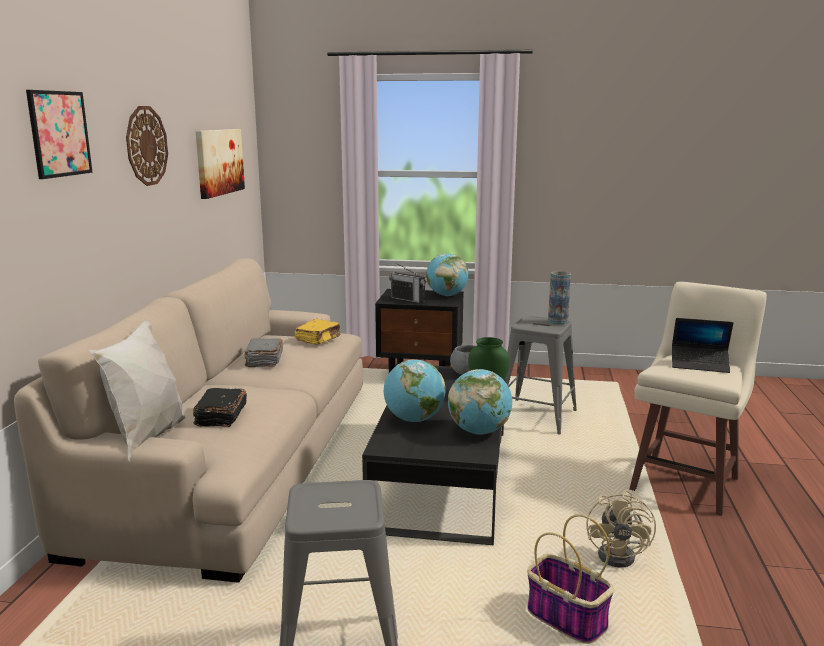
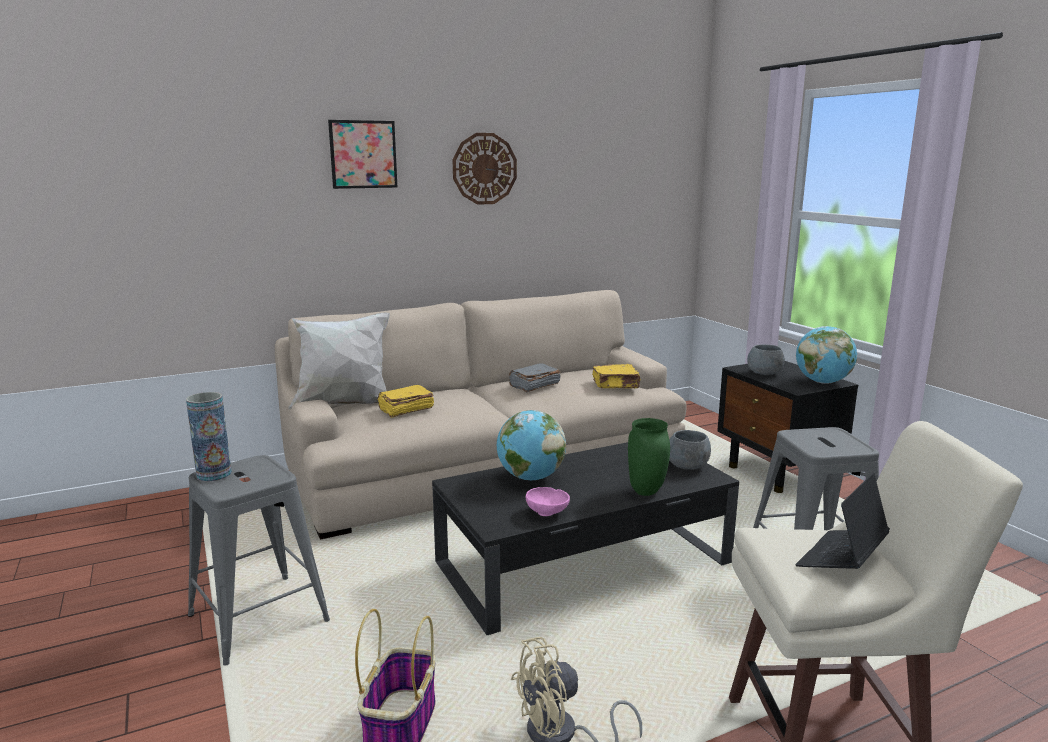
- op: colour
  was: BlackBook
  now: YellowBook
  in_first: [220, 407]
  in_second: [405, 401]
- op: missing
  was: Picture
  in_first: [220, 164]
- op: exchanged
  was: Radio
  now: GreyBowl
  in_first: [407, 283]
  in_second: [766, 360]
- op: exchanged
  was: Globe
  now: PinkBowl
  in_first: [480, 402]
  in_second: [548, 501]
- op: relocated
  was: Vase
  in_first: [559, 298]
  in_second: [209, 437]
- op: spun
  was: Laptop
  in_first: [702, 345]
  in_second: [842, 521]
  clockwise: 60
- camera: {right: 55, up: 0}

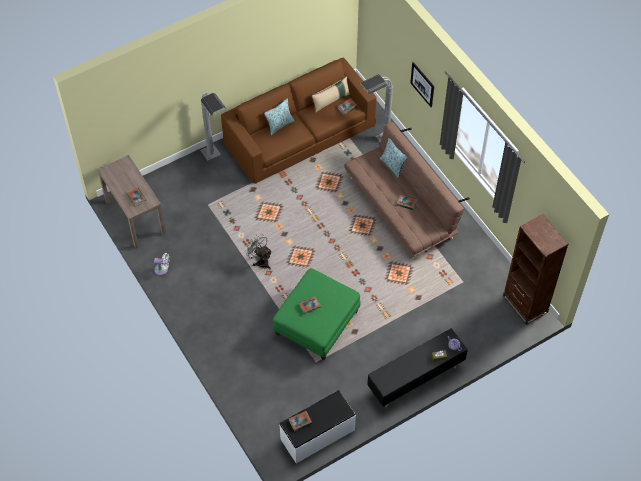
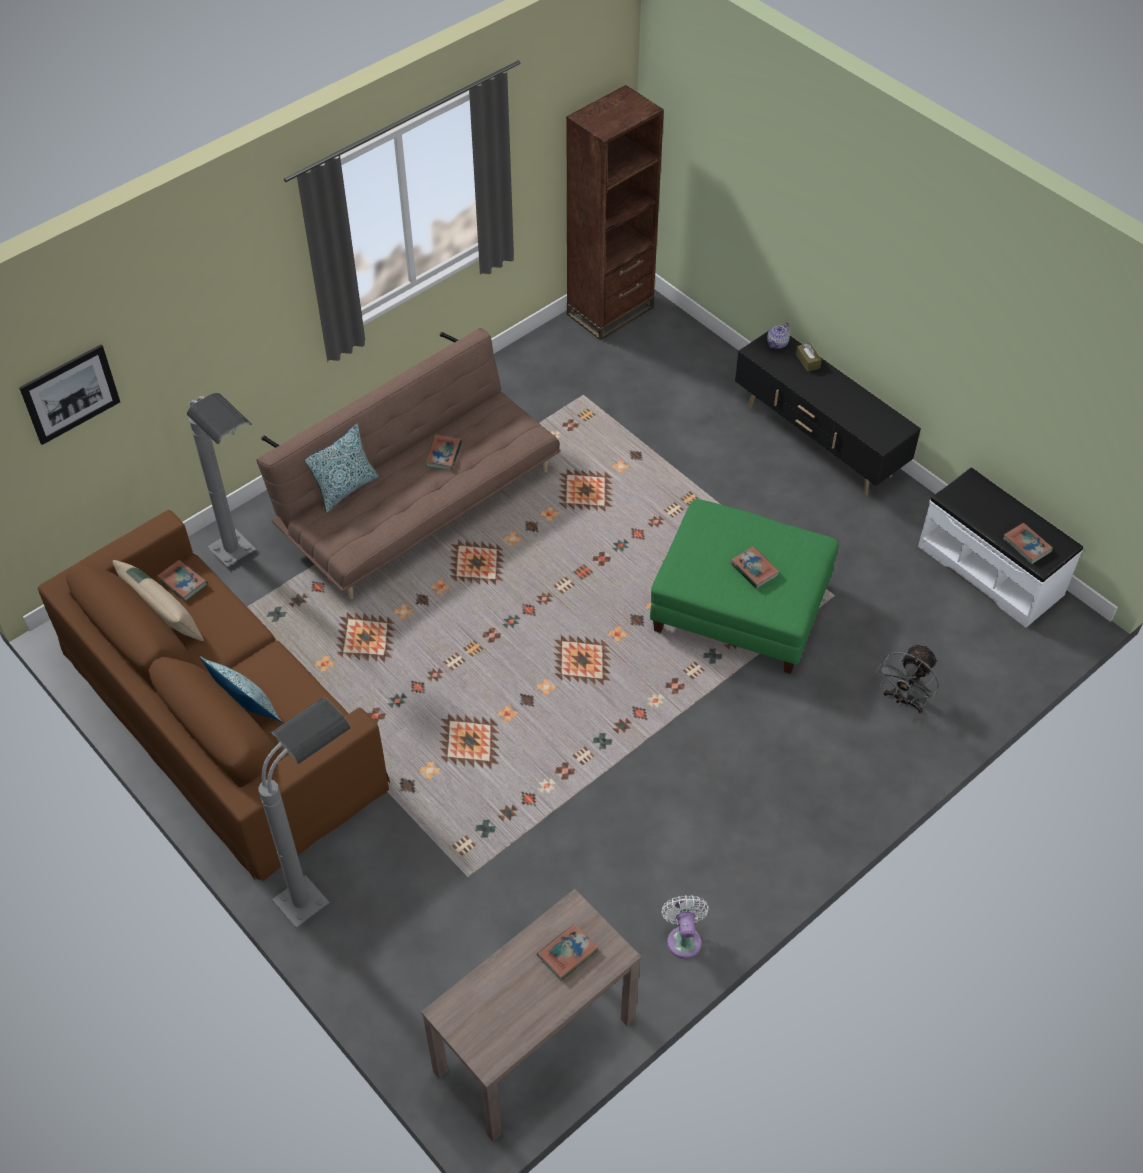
- op: relocated
  was: GreyFan
  in_first: [258, 251]
  in_second: [907, 679]
- op: relocated
  was: Picture
  in_first: [422, 84]
  in_second: [69, 394]
- camera: {right: -100, up: -5}

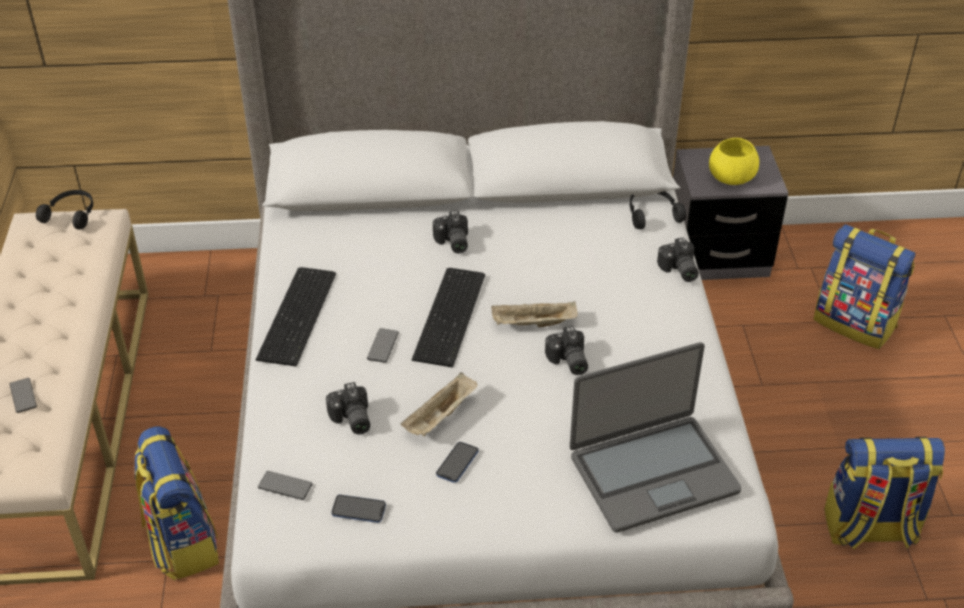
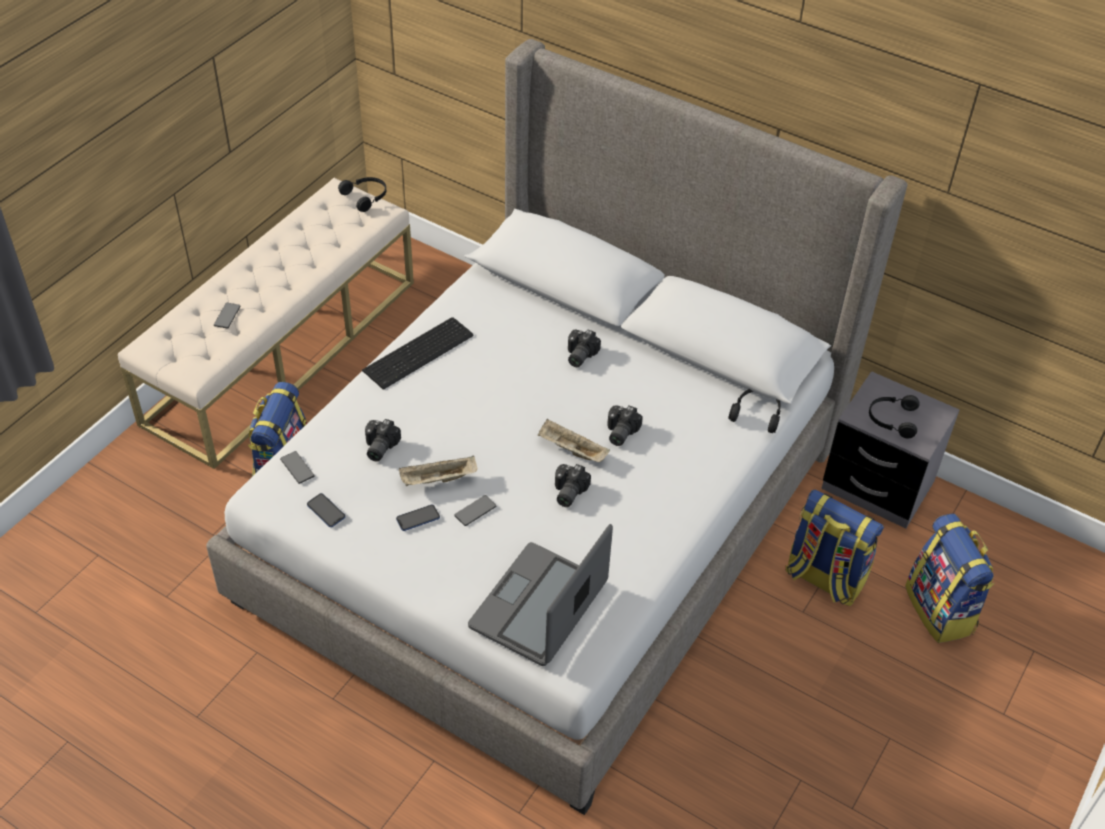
- op: relocated
  was: Phone
  in_first: [383, 345]
  in_second: [475, 510]
- op: missing
  was: Keyboard
  in_first: [448, 318]
- op: spun
  was: Laptop
  in_first: [656, 437]
  in_second: [540, 595]
  clockwise: 105
- op: relocated
  was: PhotoCamera
  in_first: [678, 259]
  in_second: [625, 425]
- op: exchanged
  was: YellowBowl
  now: BlackHeadphones
  in_first: [734, 161]
  in_second: [894, 416]
- op: relocated
  was: Backpack
  in_first: [884, 493]
  in_second: [835, 548]
- camera: {right: 35, up: 5}

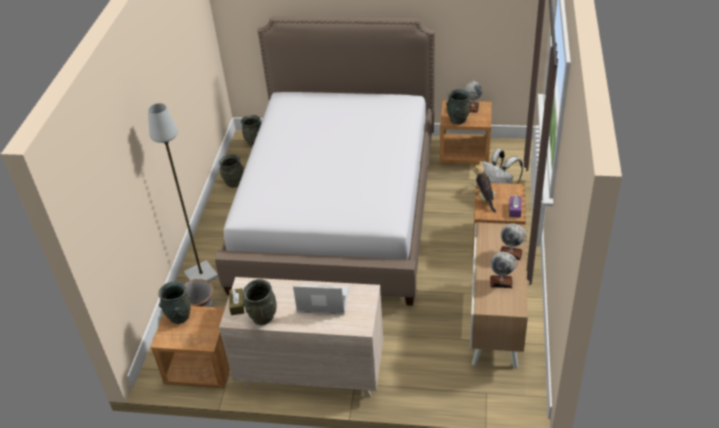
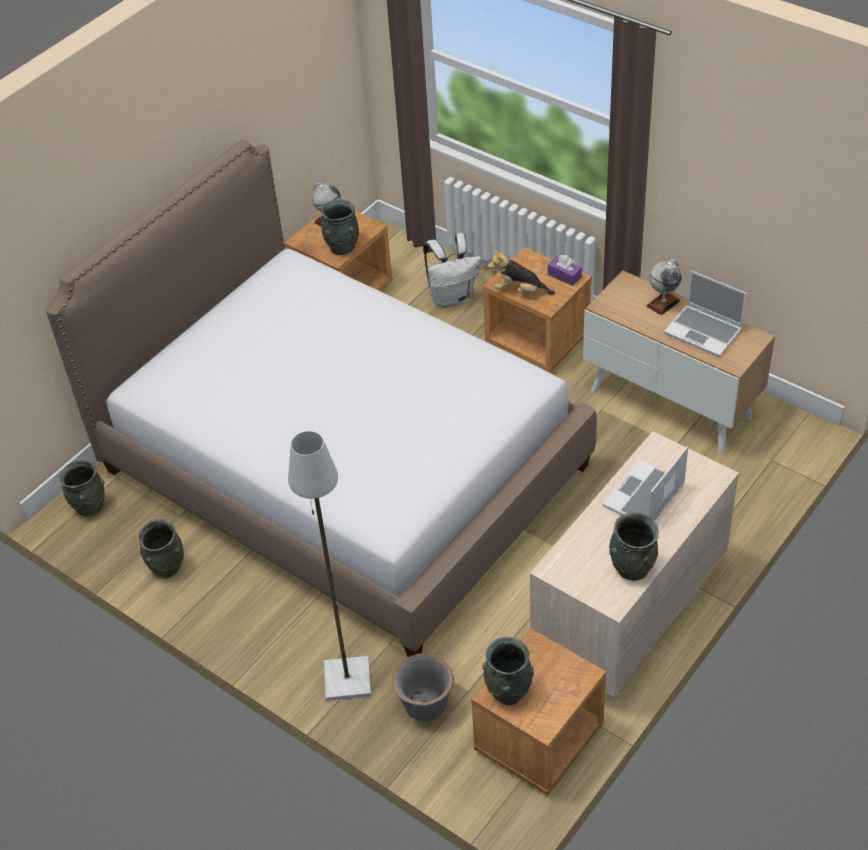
- op: missing
  was: BrownTissueBox
  in_first: [236, 301]
- op: exchanged
  was: Globe
  now: Laptop
  in_first: [503, 270]
  in_second: [705, 313]
- camera: {right: -60, up: 5}

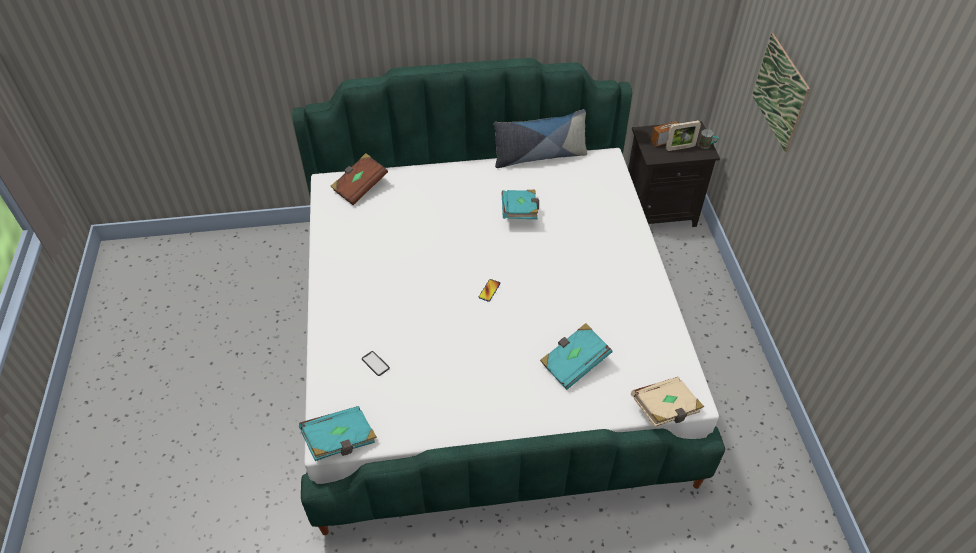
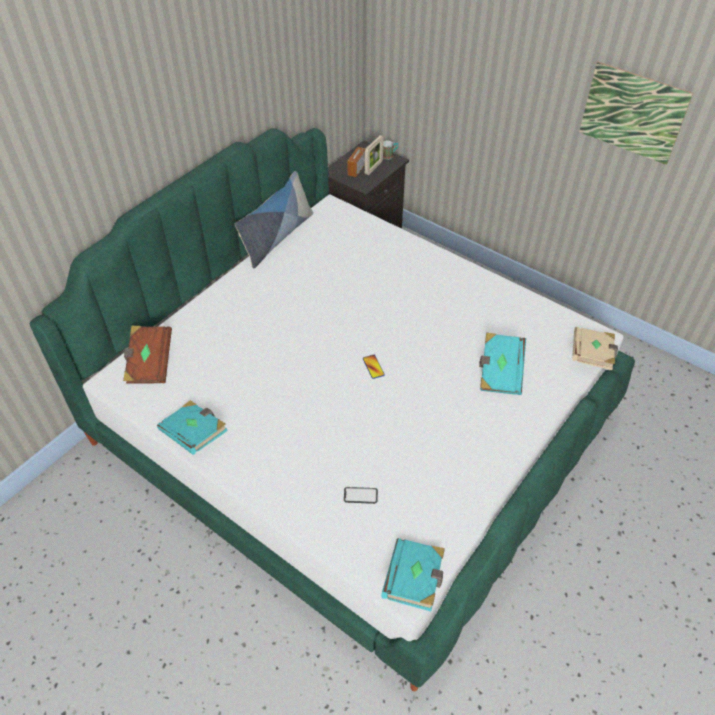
- op: relocated
  was: TurquoiseBook
  in_first: [520, 204]
  in_second: [192, 427]
- op: relocated
  was: Picture
  in_first: [781, 92]
  in_second: [636, 113]
- camera: {right: -45, up: 0}

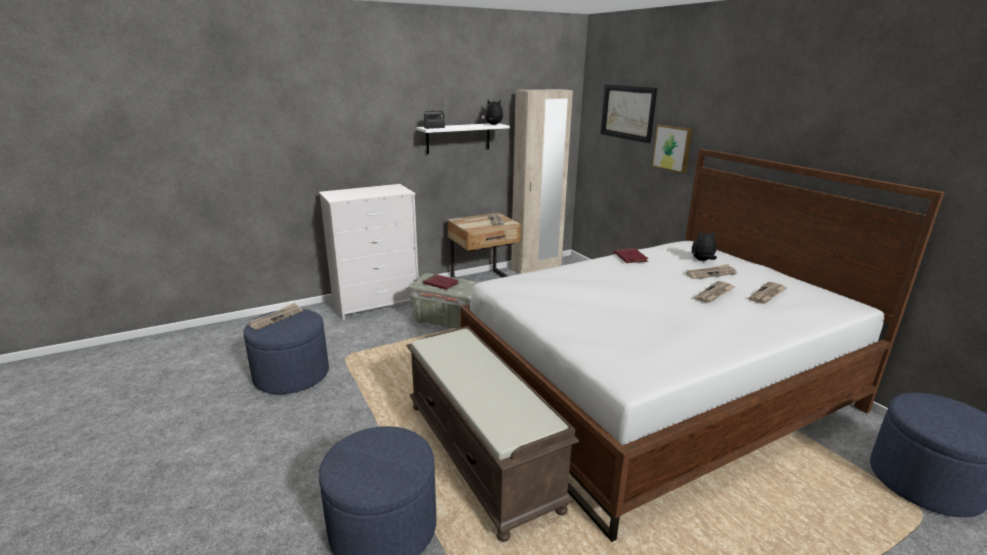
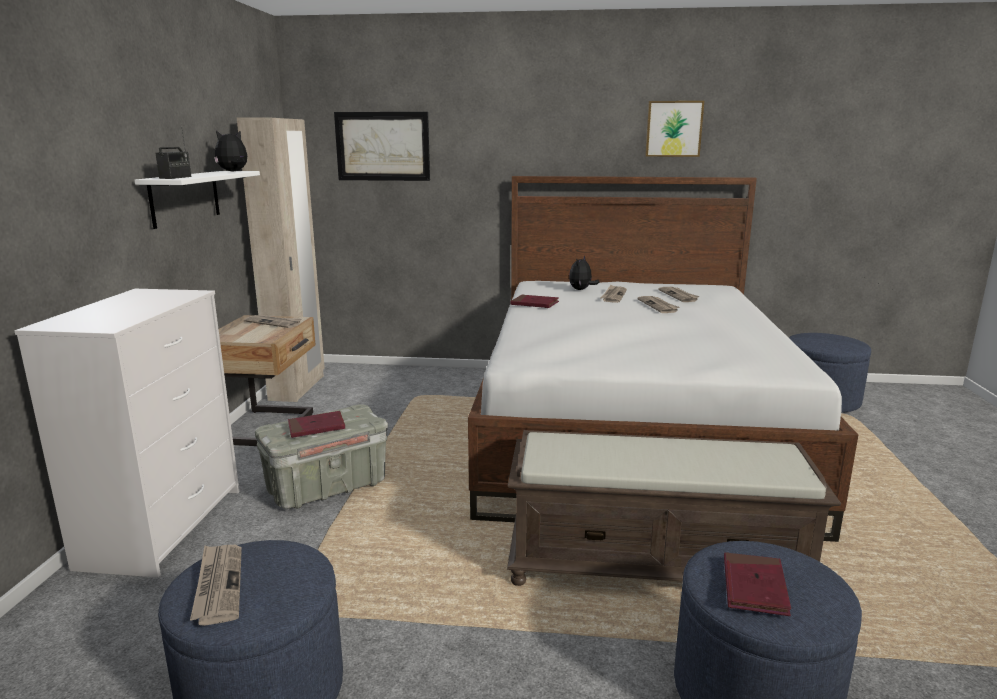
- op: relocated
  was: Picture
  in_first: [672, 149]
  in_second: [674, 129]
- op: appeared
  now: RedBook
  in_second: [757, 584]
- camera: {right: -55, up: -5}

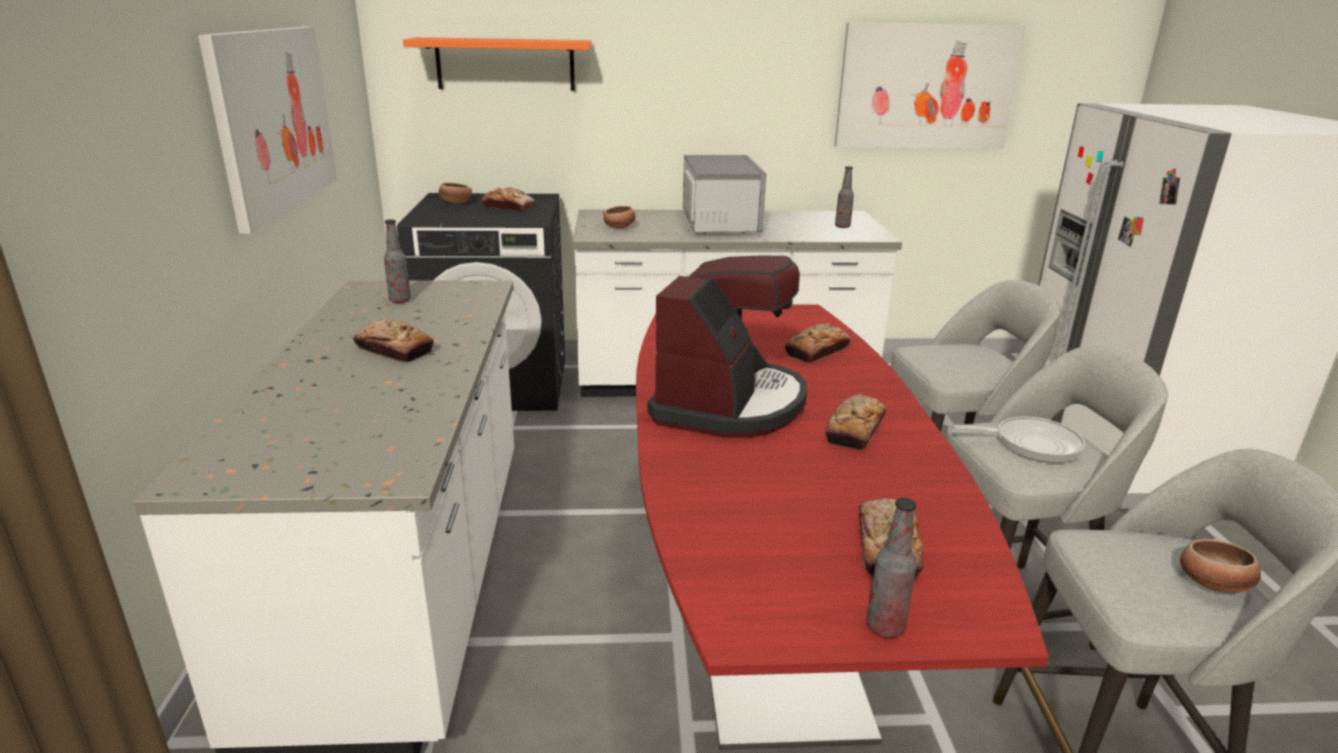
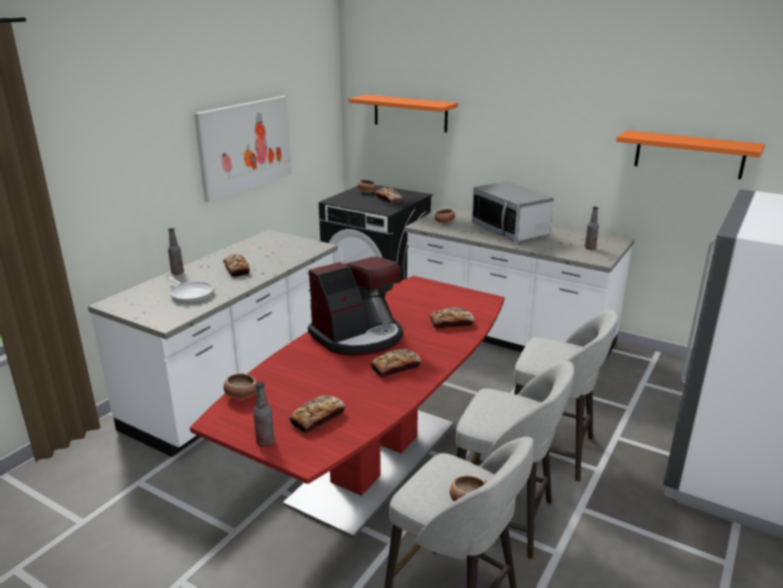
- op: relocated
  was: Bottle
  in_first: [397, 261]
  in_second: [176, 251]
- op: spun
  was: Microwave
  in_first: [725, 194]
  in_second: [513, 211]
  clockwise: 120
- op: exchanged
  was: Picture
  now: OrangeShelf
  in_first: [930, 85]
  in_second: [690, 154]
- op: relocated
  was: FryingPan
  in_first: [1019, 439]
  in_second: [190, 290]
- op: appeared
  now: Bowl
  in_second: [240, 386]
- camera: {right: 35, up: 0}

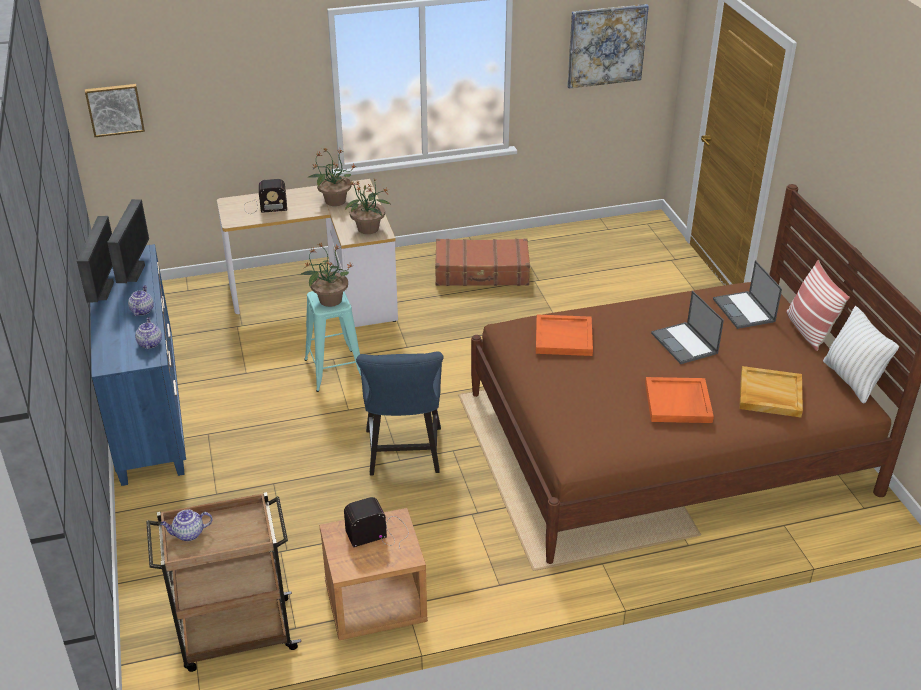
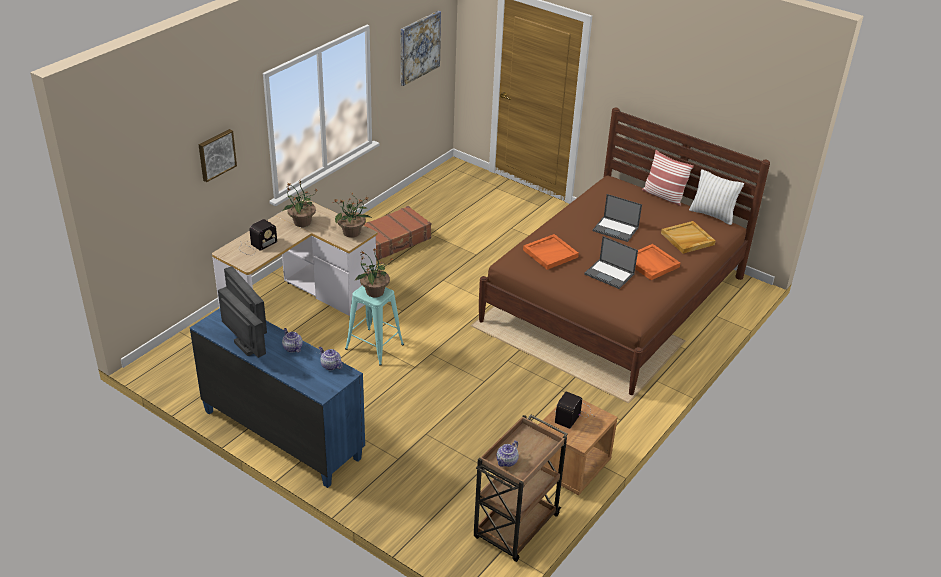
- op: relocated
  was: Picture
  in_first: [115, 110]
  in_second: [218, 155]
- op: missing
  was: BlueChair
  in_first: [400, 413]
- op: relocated
  was: Laptop
  in_first: [747, 294]
  in_second: [611, 262]
- camera: {right: -40, up: 0}

